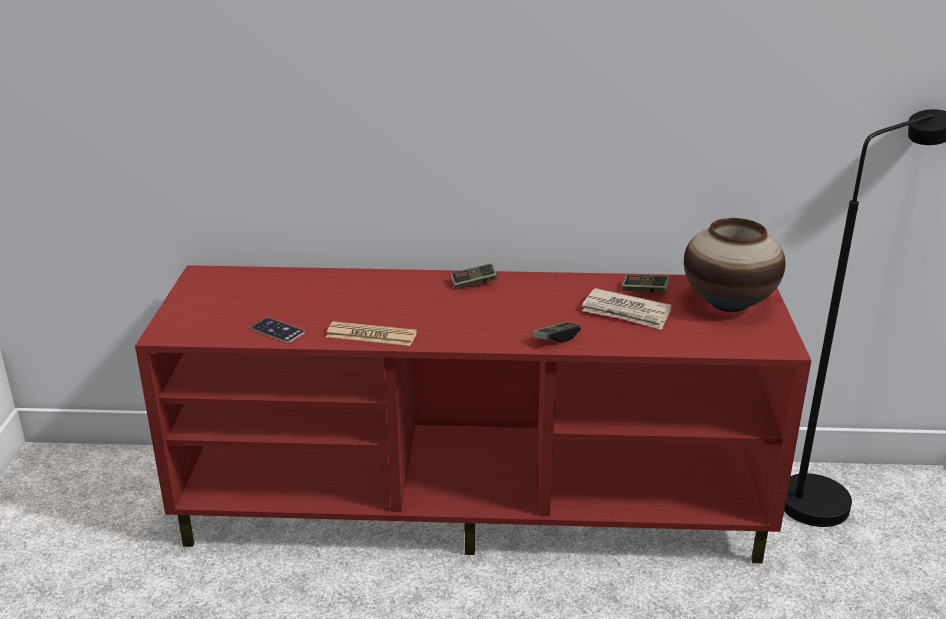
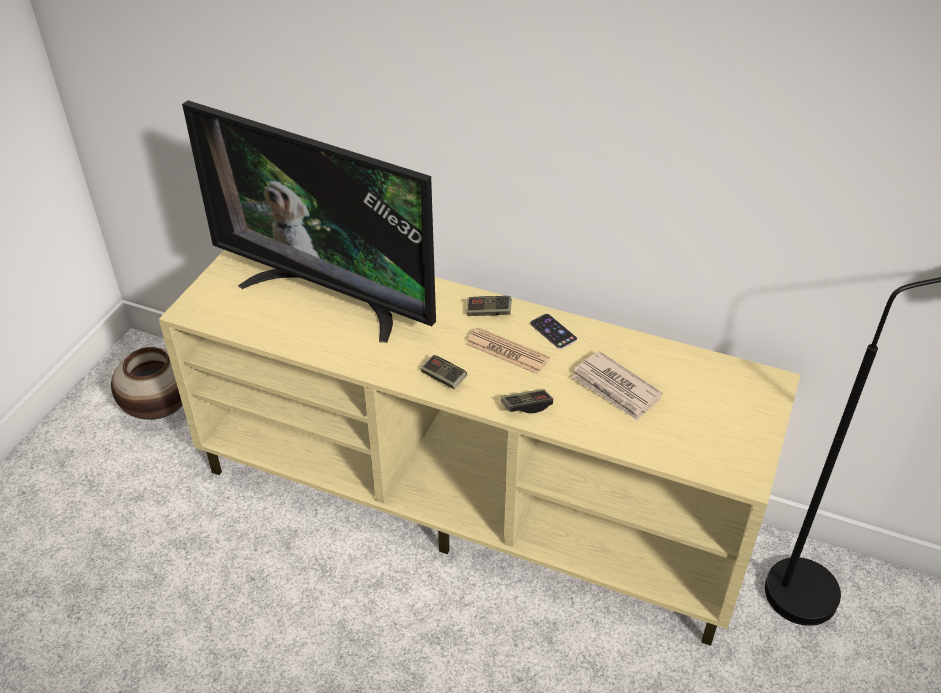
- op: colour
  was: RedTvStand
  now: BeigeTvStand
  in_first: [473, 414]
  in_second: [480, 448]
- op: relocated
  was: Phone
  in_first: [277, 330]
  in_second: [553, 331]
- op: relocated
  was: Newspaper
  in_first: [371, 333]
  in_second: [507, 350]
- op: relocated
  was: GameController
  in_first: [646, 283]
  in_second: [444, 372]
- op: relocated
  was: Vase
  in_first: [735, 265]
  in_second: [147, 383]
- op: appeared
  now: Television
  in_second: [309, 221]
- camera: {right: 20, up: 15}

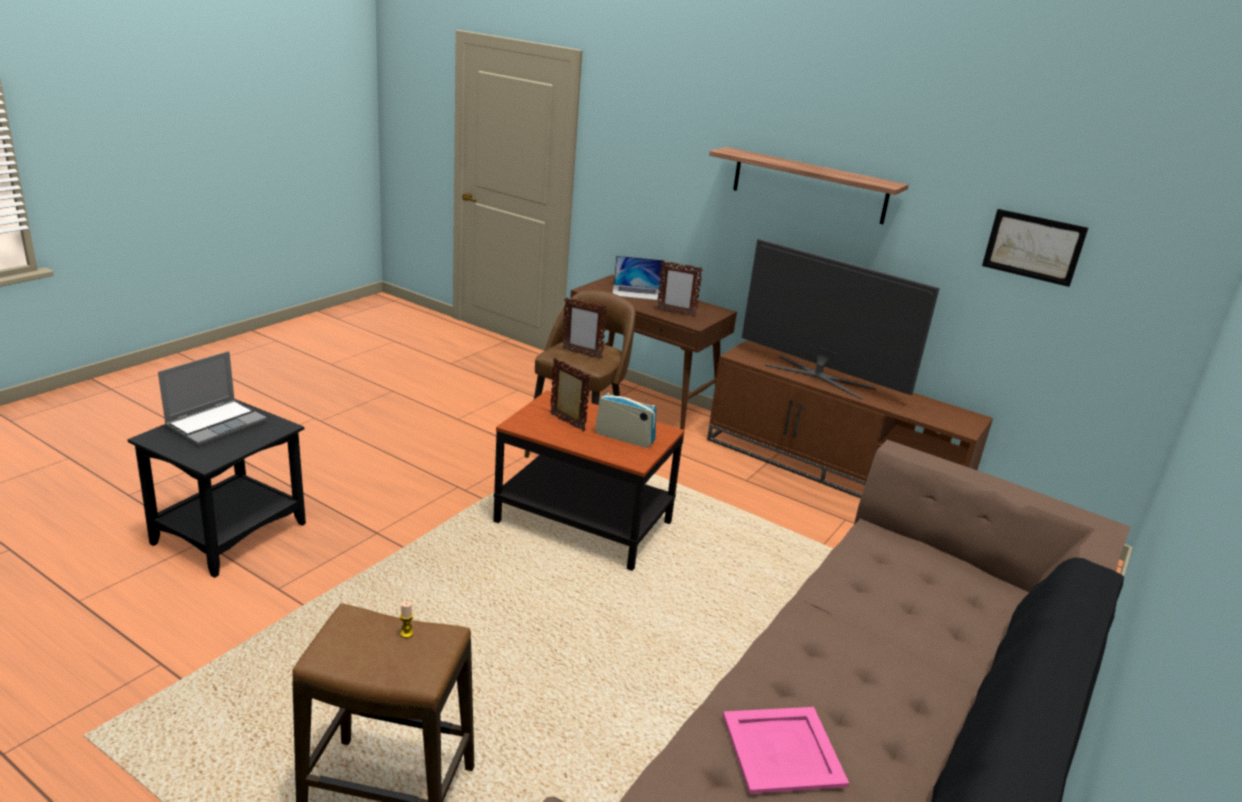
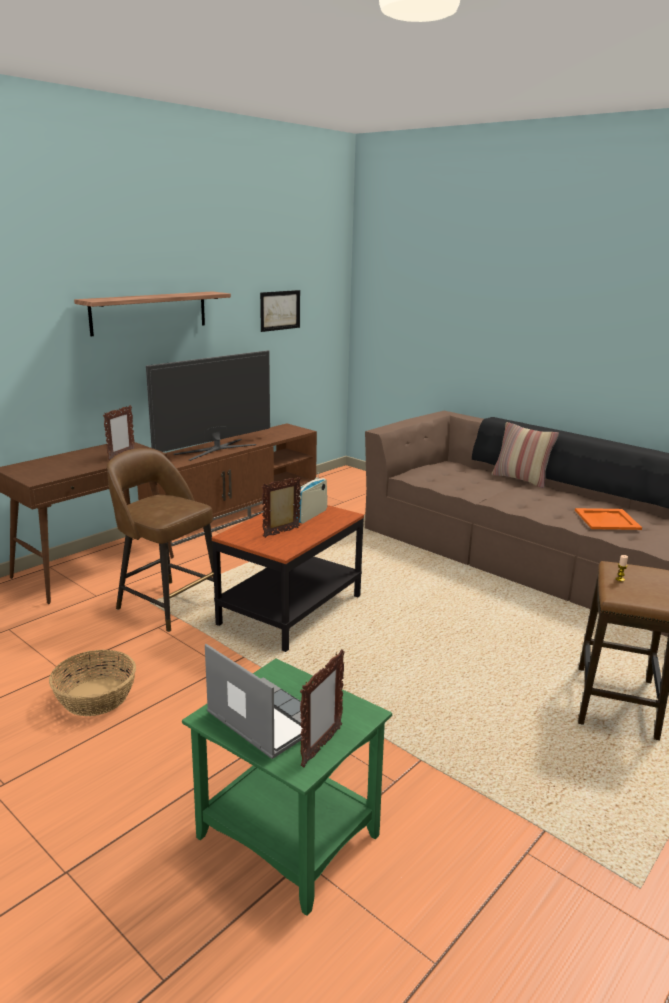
- op: colour
  was: BlackSideTable
  now: GreenSideTable
  in_first: [216, 488]
  in_second: [287, 787]
- op: relocated
  was: PictureFrame
  in_first: [585, 328]
  in_second: [322, 708]
- op: missing
  was: Laptop
  in_first: [639, 278]
- op: colour
  was: PinkTray
  now: OrangeTray
  in_first: [786, 750]
  in_second: [608, 519]
- op: appeared
  now: Basket
  in_second: [92, 683]
- op: appeared
  now: Pillow
  in_second: [525, 455]
- camera: {right: -80, up: -5}

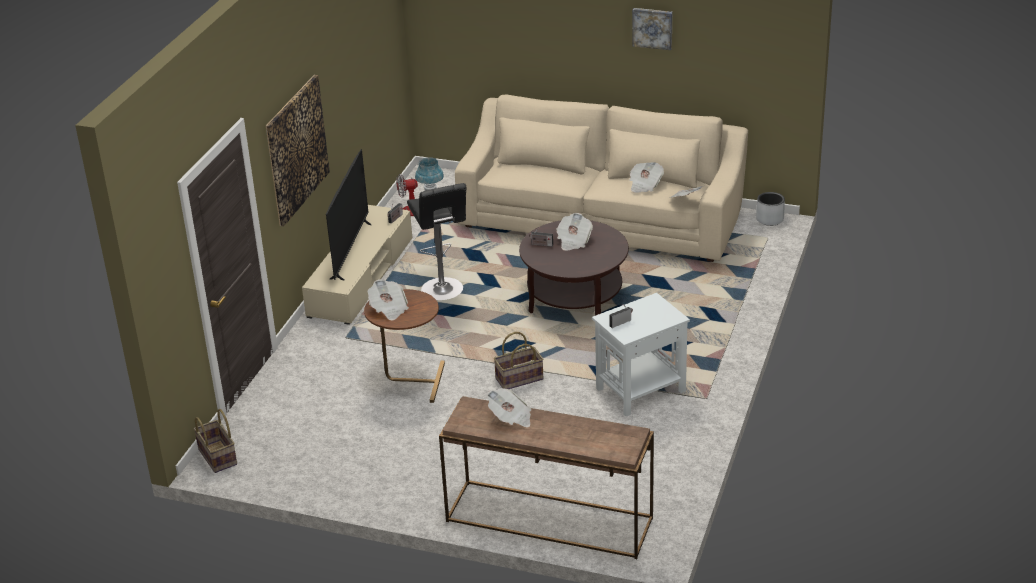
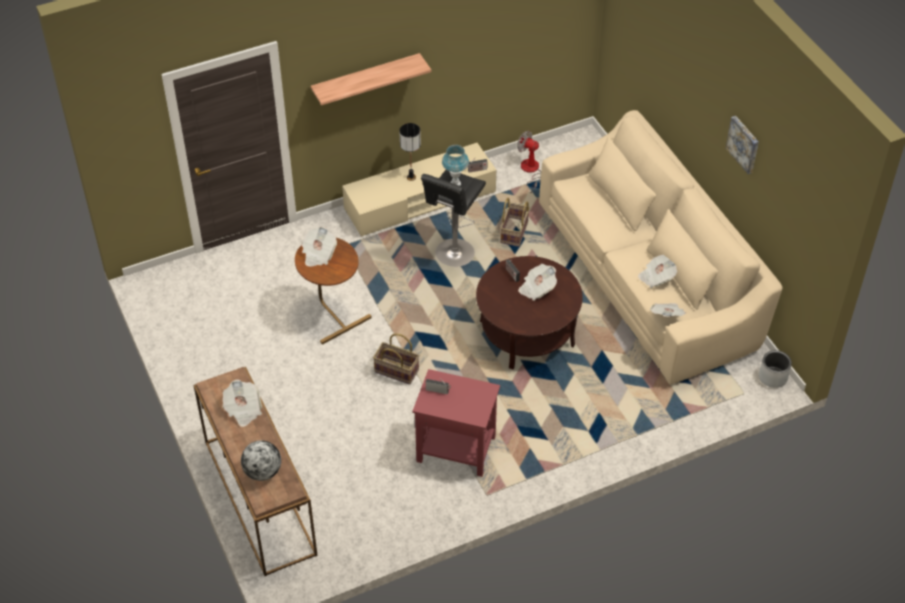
- op: relocated
  was: Basket
  in_first: [215, 441]
  in_second: [515, 222]
- op: exchanged
  was: Picture
  now: Shelf
  in_first: [298, 150]
  in_second: [371, 79]
- op: exchanged
  was: Television
  now: TableLamp
  in_first: [348, 214]
  in_second: [410, 152]
- op: colour
  was: WhiteSideTable
  now: RedSideTable
  in_first: [641, 355]
  in_second: [456, 423]
- op: appeared
  now: Globe
  in_second: [261, 460]
- camera: {right: 45, up: 15}

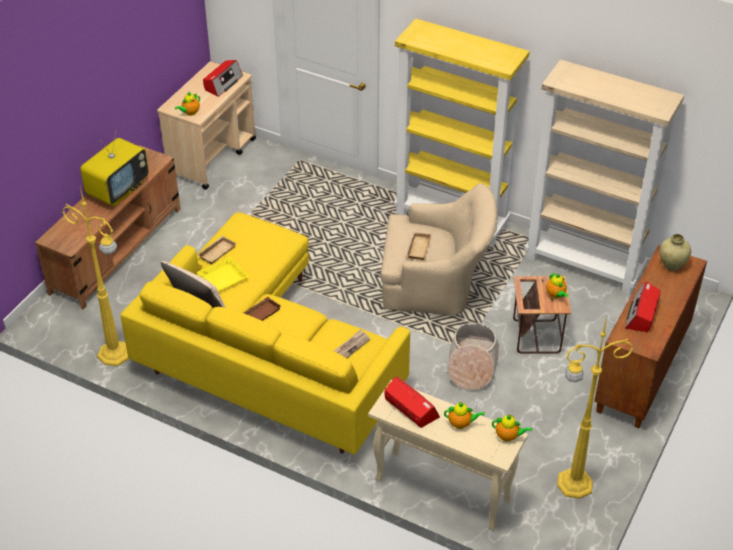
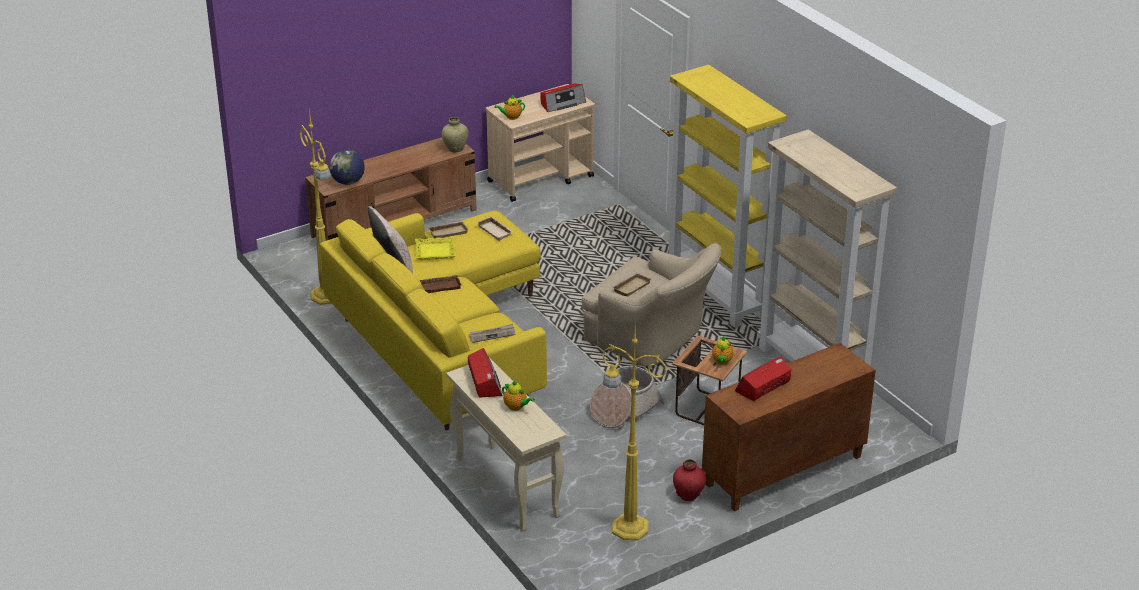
- op: missing
  was: Television
  in_first: [114, 167]
- op: missing
  was: Teapot
  in_first: [512, 428]
- op: relocated
  was: BeigeVase
  in_first: [675, 252]
  in_second: [455, 134]
- op: appeared
  now: Globe
  in_second: [347, 167]
- op: appeared
  now: BeigeTray
  in_second: [495, 228]
- op: appeared
  now: RedVase
  in_second: [689, 480]
- camera: {right: 30, up: -10}

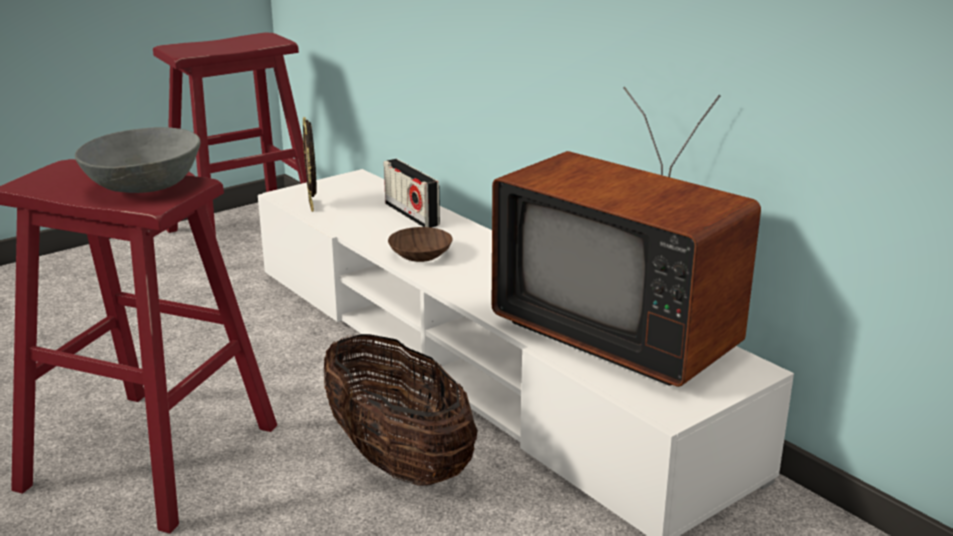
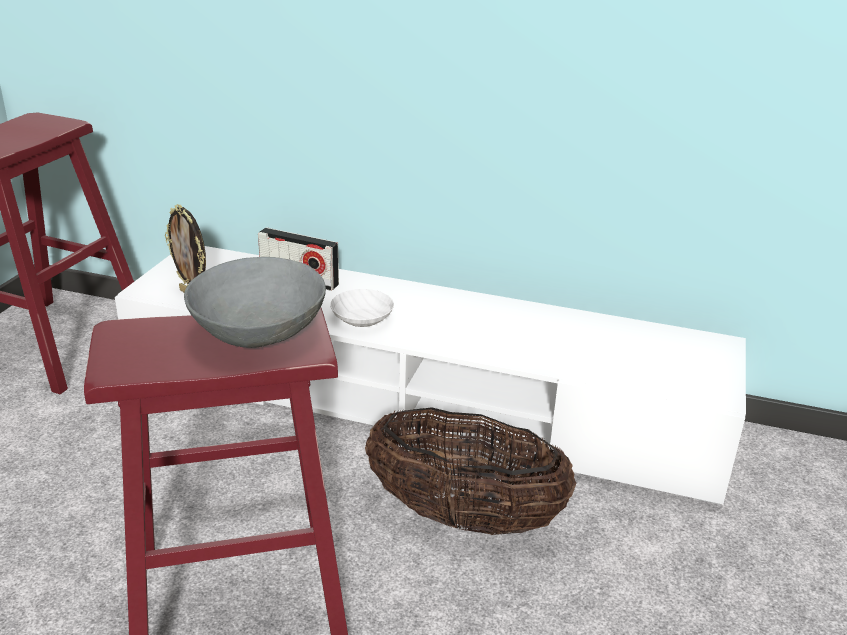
- op: colour
  was: BrownBowl
  now: WhiteBowl
  in_first: [420, 244]
  in_second: [362, 308]
- op: missing
  was: Television
  in_first: [626, 237]
- camera: {right: -35, up: 5}

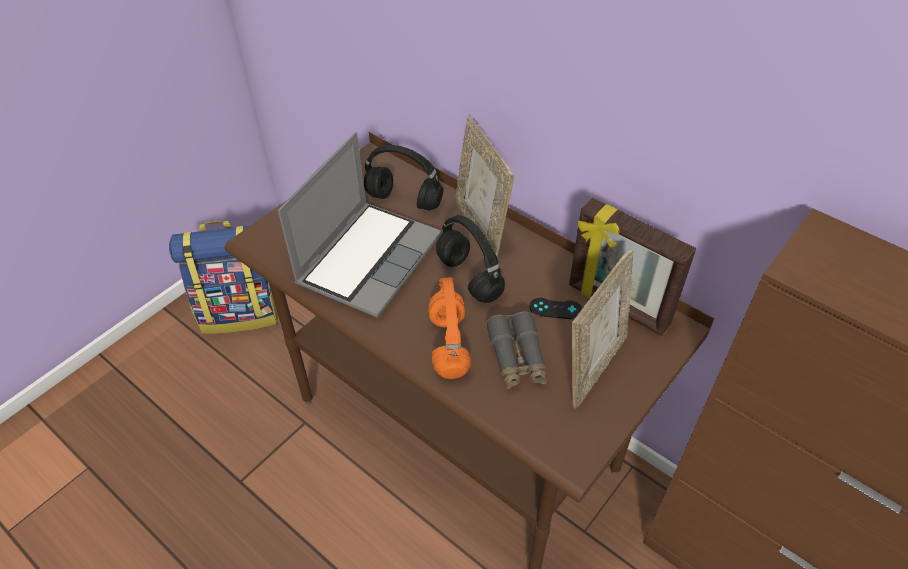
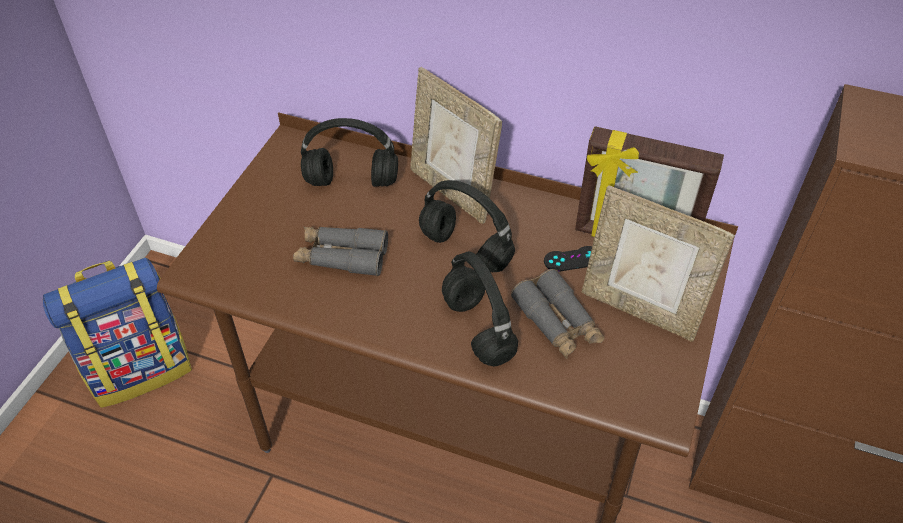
- op: exchanged
  was: Laptop
  now: GreyBinoculars
  in_first: [359, 225]
  in_second: [340, 251]
- op: colour
  was: OrangeHeadphones
  now: BlackHeadphones
  in_first: [449, 328]
  in_second: [480, 308]
- op: spun
  was: PictureFrame
  in_first: [603, 329]
  in_second: [658, 263]
  clockwise: 105
- camera: {right: -20, up: 0}

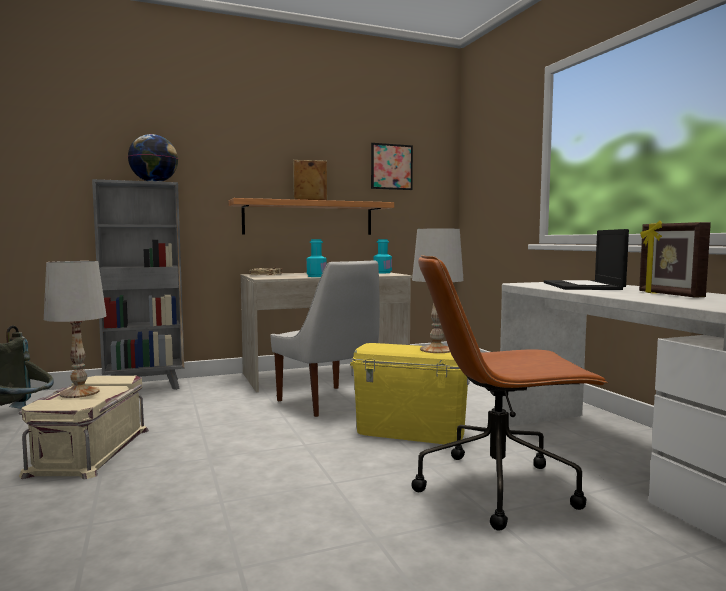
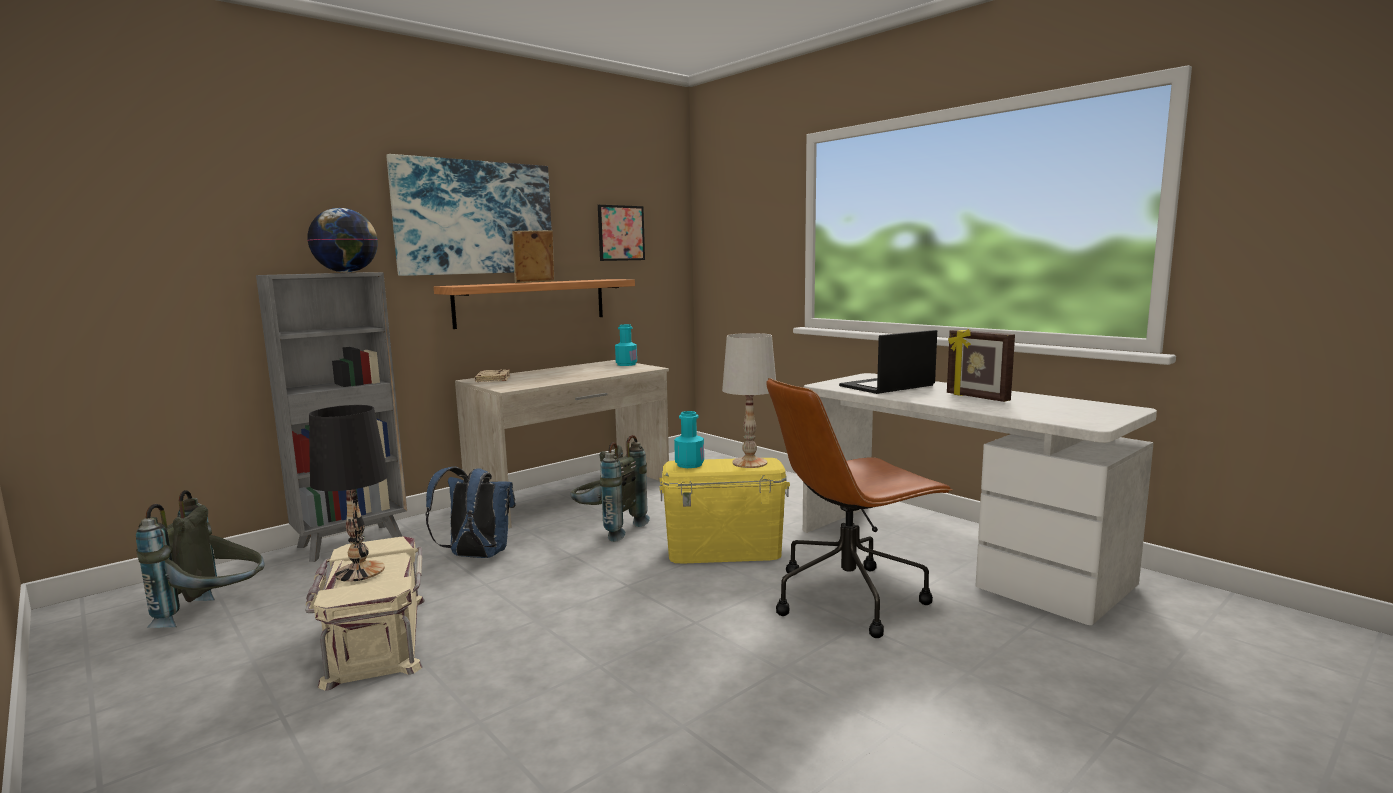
- op: colour
  was: WhiteTableLamp
  now: BlackTableLamp
  in_first: [75, 329]
  in_second: [348, 493]
- op: exchanged
  was: WhiteChair
  now: GreyBackpack
  in_first: [325, 338]
  in_second: [610, 488]
- op: relocated
  was: TurquoiseBottle
  in_first: [317, 258]
  in_second: [689, 439]
- op: spun
  was: Laptop
  in_first: [586, 259]
  in_second: [888, 362]
  clockwise: 75
- op: appeared
  now: Picture
  in_second: [469, 215]
- op: appeared
  now: BlueBackpack
  in_second: [470, 512]
- camera: {right: -20, up: 5}

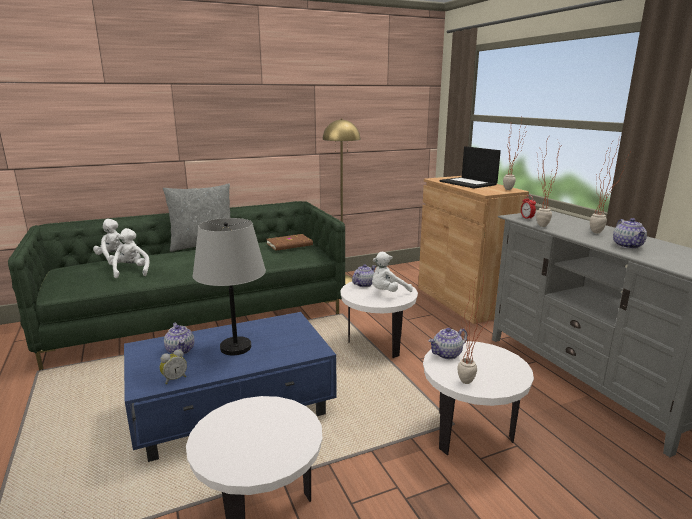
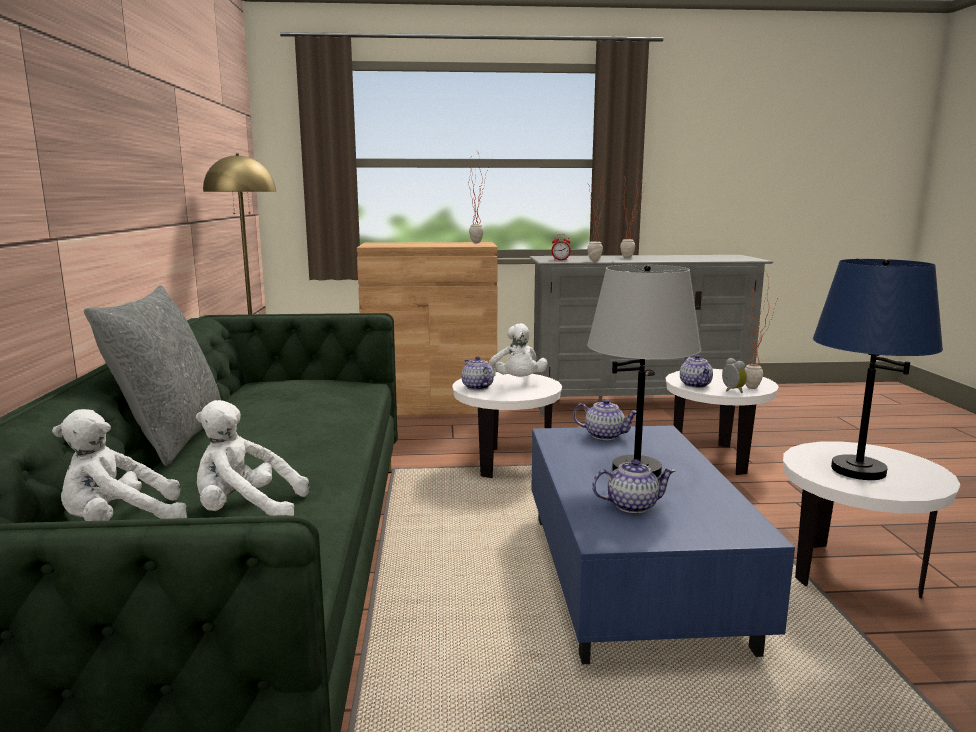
- op: relocated
  was: AlarmClock
  in_first: [173, 366]
  in_second: [734, 375]
- op: missing
  was: BrownBook
  in_first: [289, 242]
- op: missing
  was: Laptop
  in_first: [470, 167]
- op: relocated
  was: Teapot
  in_first: [630, 233]
  in_second: [604, 419]
- op: appeared
  now: BlueTableLamp
  in_second: [878, 369]
- camera: {right: -70, up: -5}

